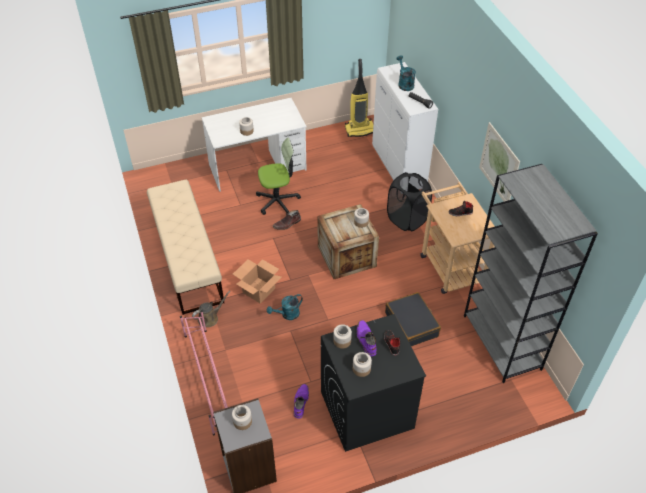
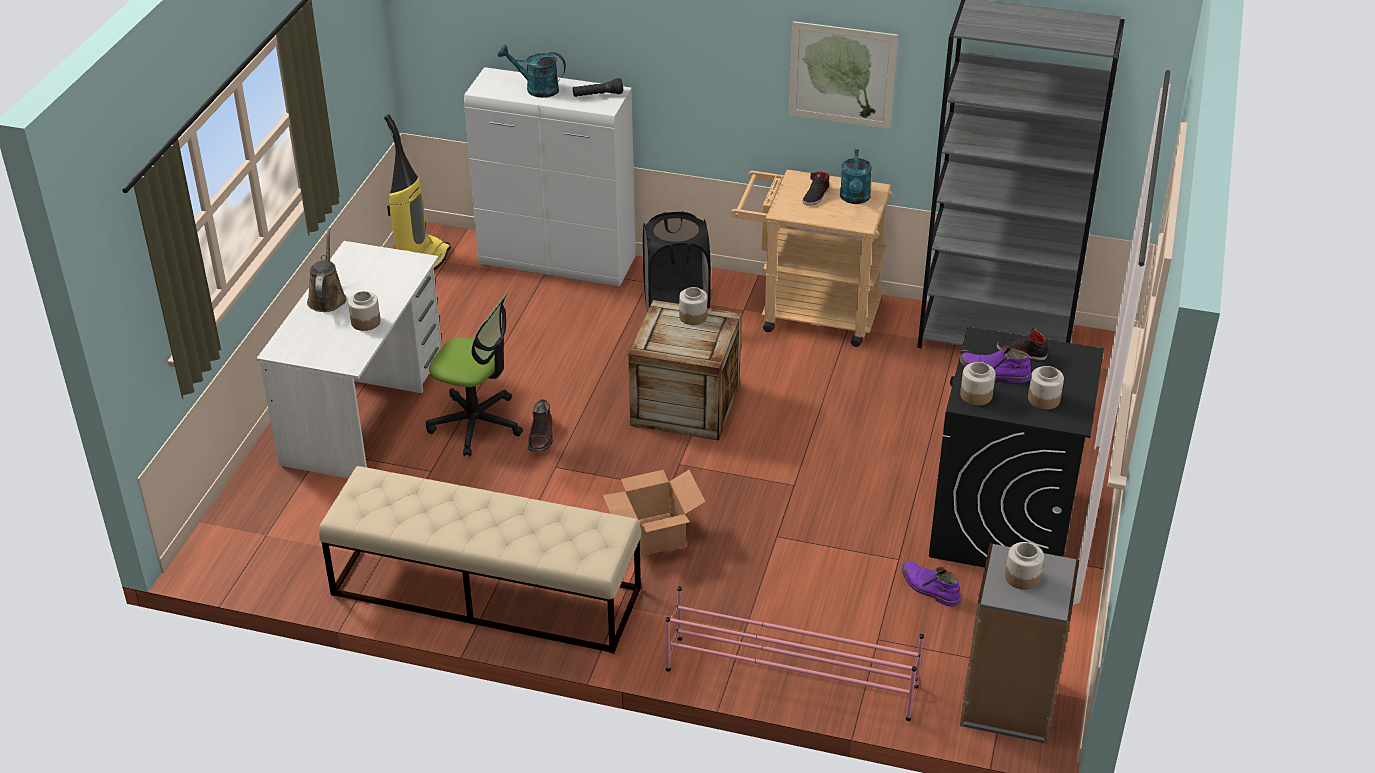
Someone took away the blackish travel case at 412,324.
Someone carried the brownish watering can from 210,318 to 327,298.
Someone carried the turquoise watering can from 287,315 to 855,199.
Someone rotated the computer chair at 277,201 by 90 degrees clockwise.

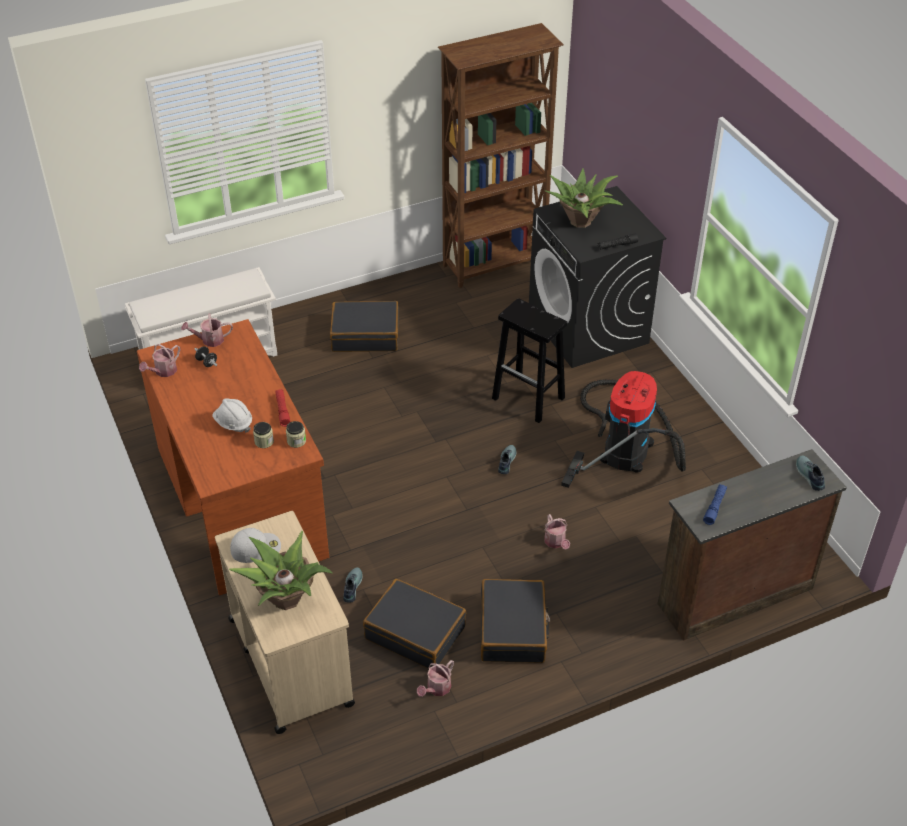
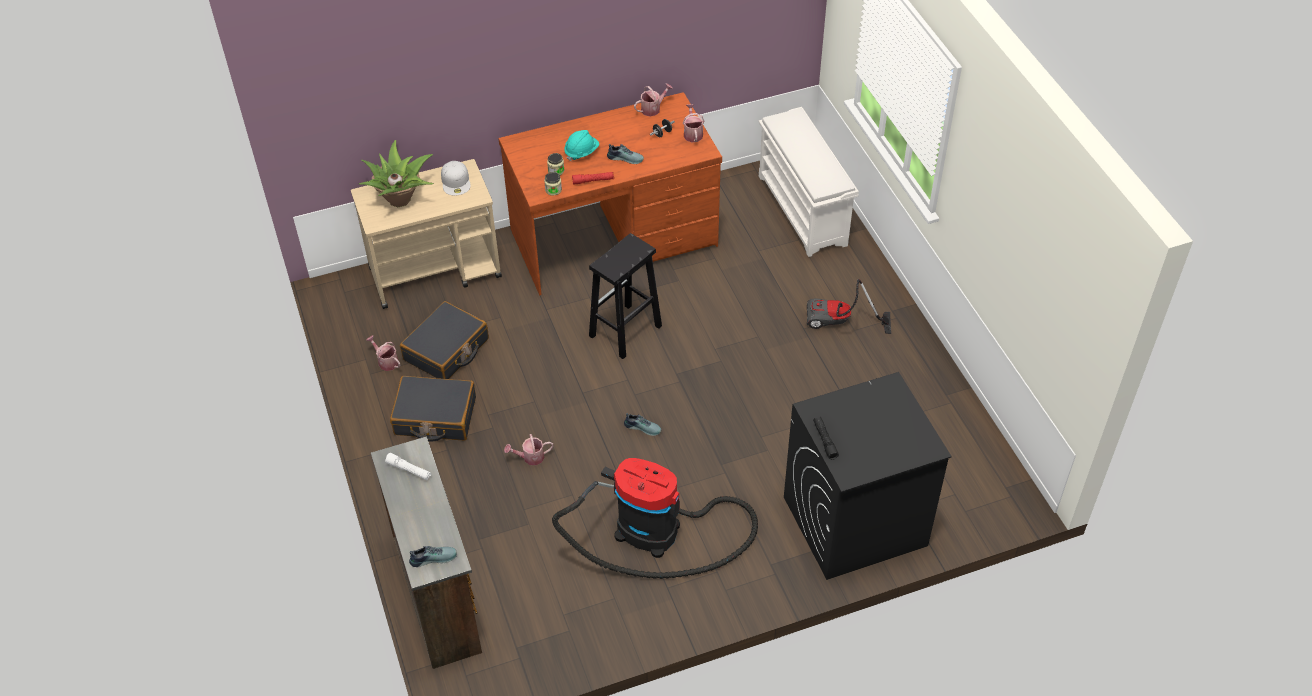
Someone took away the brownish bookcase at 495,264.
Someone took away the plant in a pot at 581,221.
Someone carried the low shoe from 351,587 to 625,158.
Someone carried the blackish stool from 529,399 to 624,332.
Someone swapped the blackish travel case at 365,335 for the vacuum cleaner at 840,323.
Someone repainted the whitish safety helmet at 233,423, which became the turquoise safety helmet at 581,152.
Someone repainted the bluish flashlight at 715,507, which became the whitish flashlight at 409,470.
Someone rotated the watering can at 163,371 by 105 degrees clockwise.

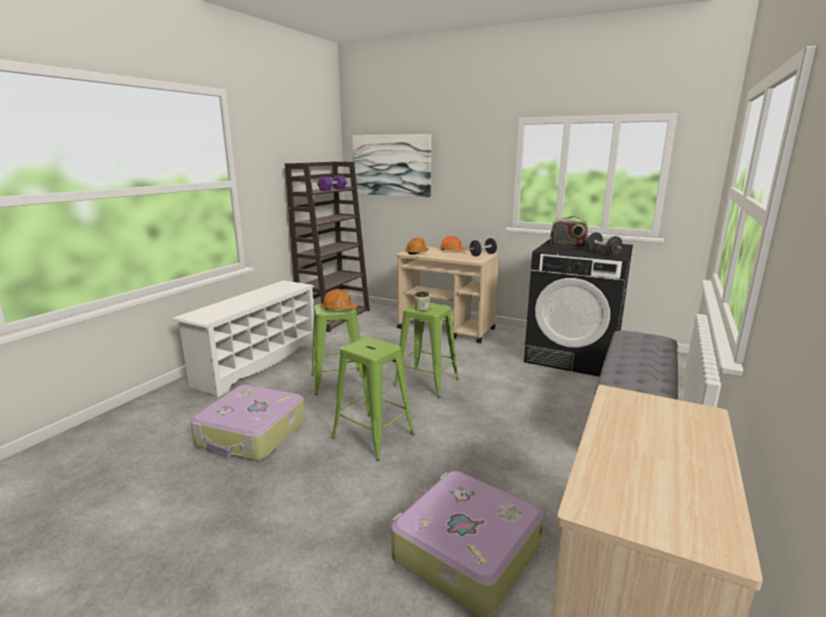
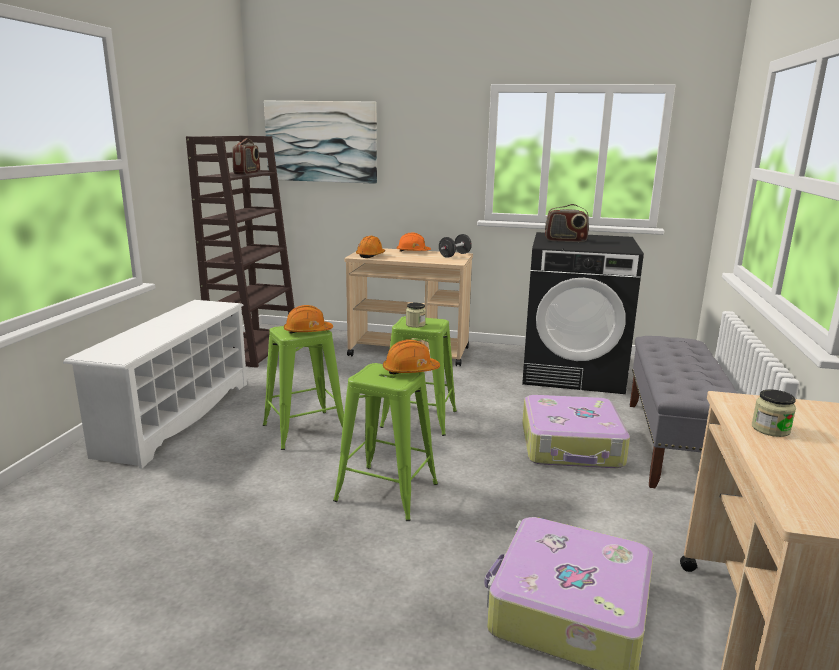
Someone took away the blackish free weight at 602,253.
Someone put down the orangey safety helmet at 410,371.
Someone put down the preserve jar at 770,429.
Someone carried the travel case from 252,434 to 571,446.
Someone swapped the purplish free weight at 332,189 for the radio receiver at 247,173.

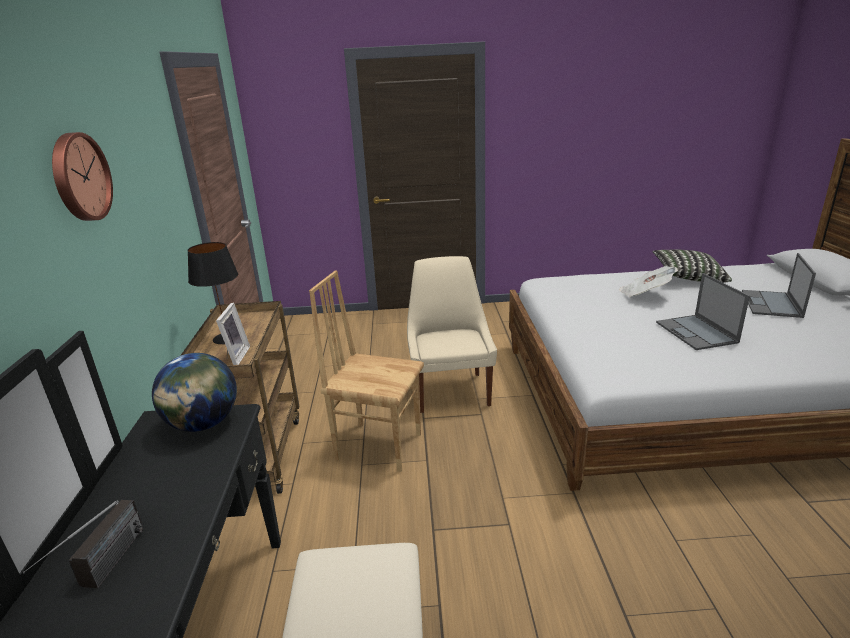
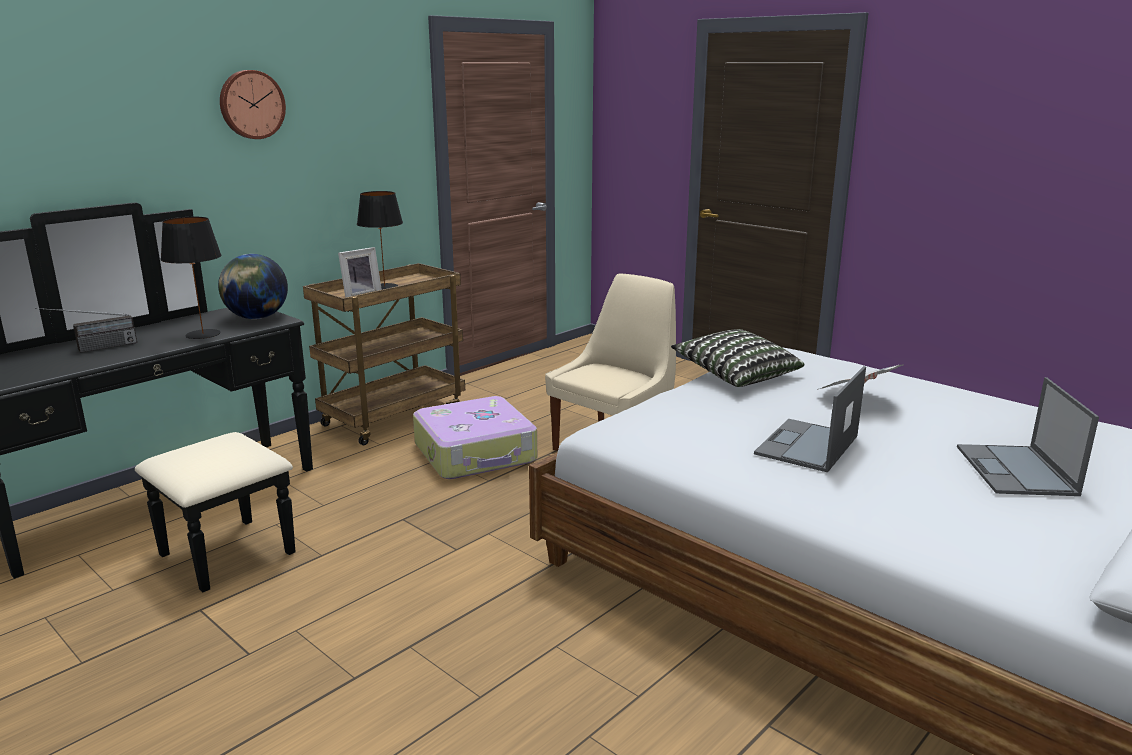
Someone put down the blackish table lamp at 203,334.
Someone carried the cushion from 687,277 to 736,375.
Someone swapped the brownish upright chair at 379,445 for the travel case at 476,453.
Someone rotated the laptop at 771,304 by 60 degrees counterclockwise.

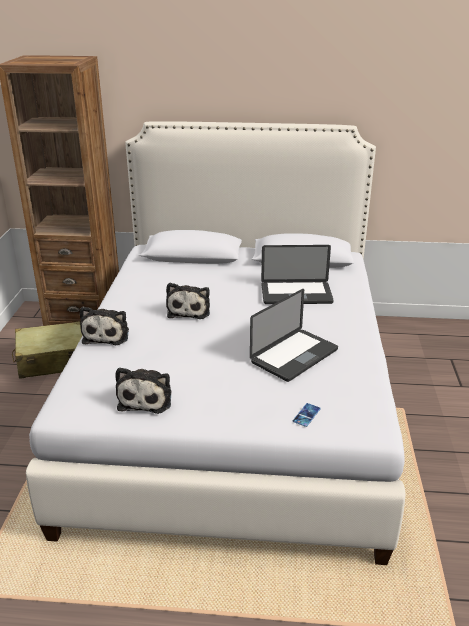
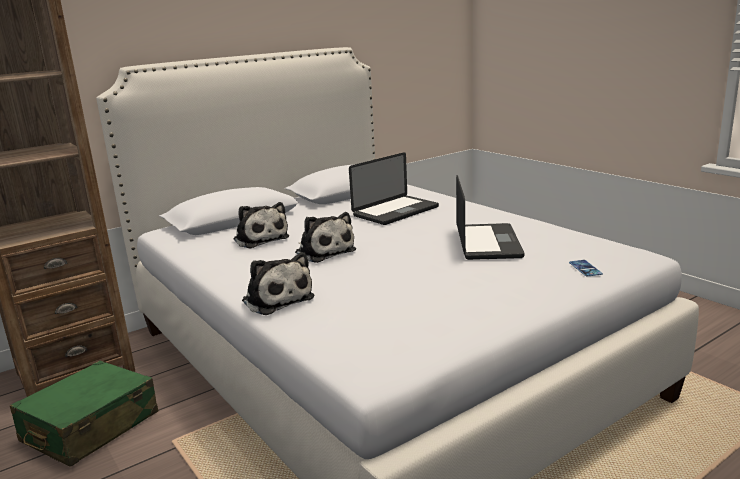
Someone carried the plush toy from 146,398 to 260,238.
Someone repainted the beige-coloured travel case at 52,360, which became the green travel case at 90,428.

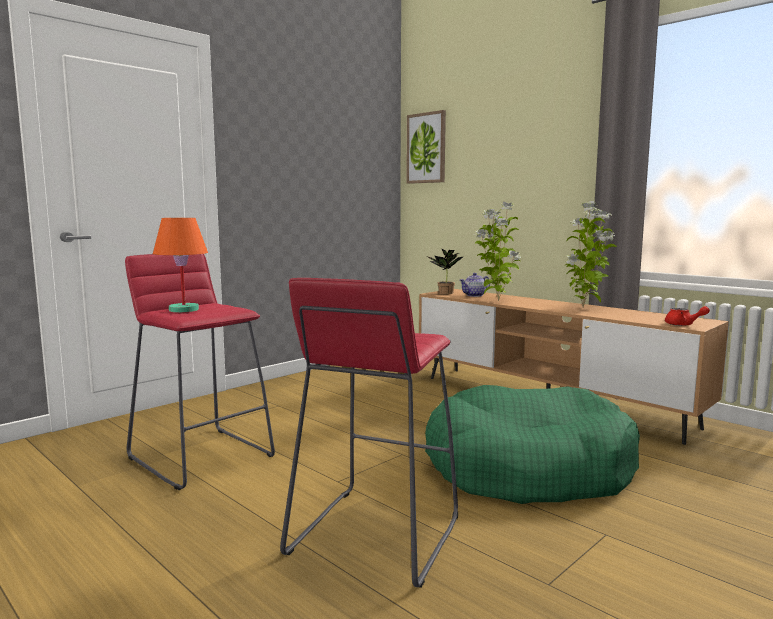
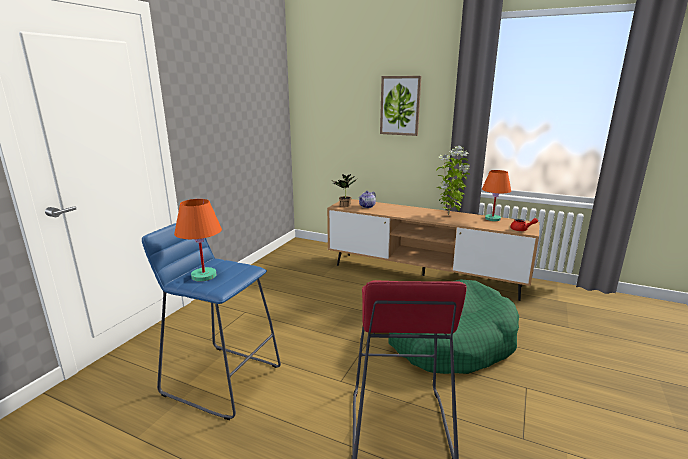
Someone took away the plant in a pot at 496,300.
Someone put down the orangey table lamp at 493,219.
Someone carried the wall picture from 426,148 to 400,105.
Someone repainted the red-coloured stool at 202,456, which became the bluish stool at 222,379.

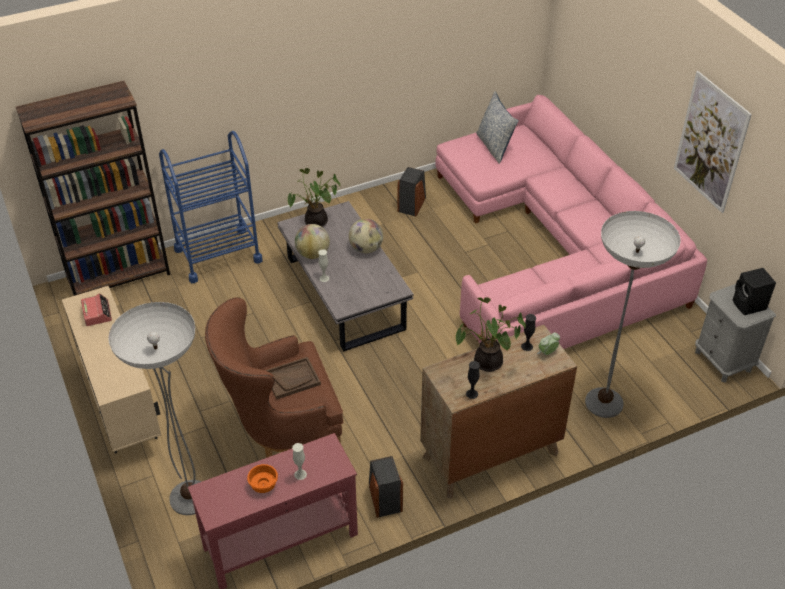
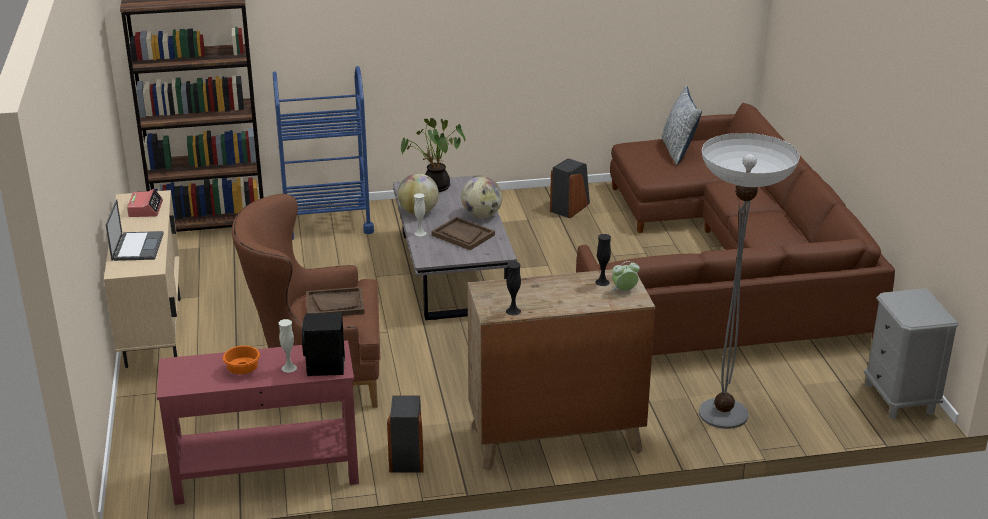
Someone took away the floor lamp at 190,498.
Someone took away the plant in a pot at 486,364.
Someone took away the wall picture at 710,142.
Someone put down the laptop at 137,246.
Someone put down the brownish carrying tray at 463,235.
Someone carried the blackish audio speaker from 749,306 to 325,367.
Someone repainted the pinkish sofa at 554,250, which became the brownish sofa at 725,268.

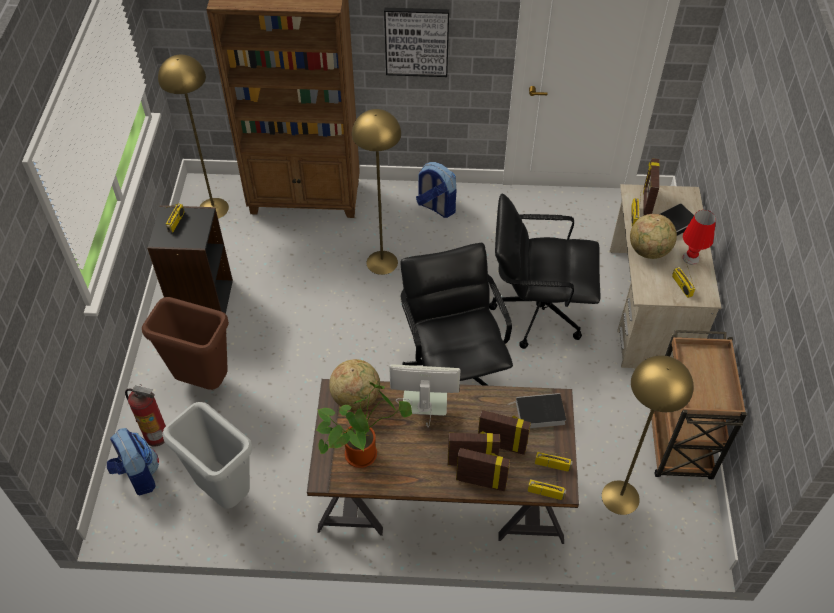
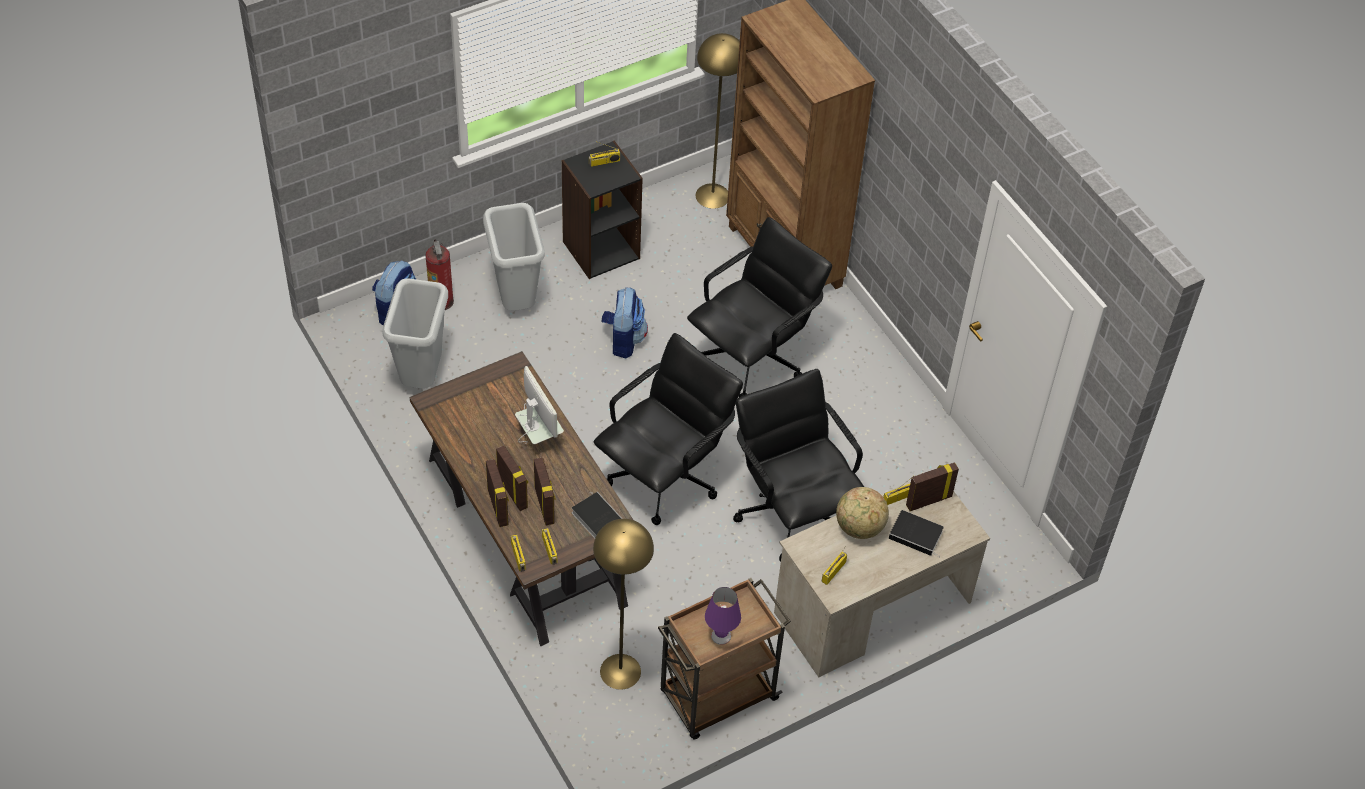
Someone took away the plant in a pot at 363,451.
Someone took away the world globe at 356,398.
Someone took away the wall picture at 416,41.
Someone took away the red-coloured table lamp at 691,258.
Someone put down the purplish table lamp at 720,635.
Someone carried the rucksack from 436,207 to 623,339.
Someone swapped the yellowish floor lamp at 382,262 for the blackish computer chair at 753,358.
Someone repainted the brownish waste bin at 202,382, which became the gray waste bin at 515,301.

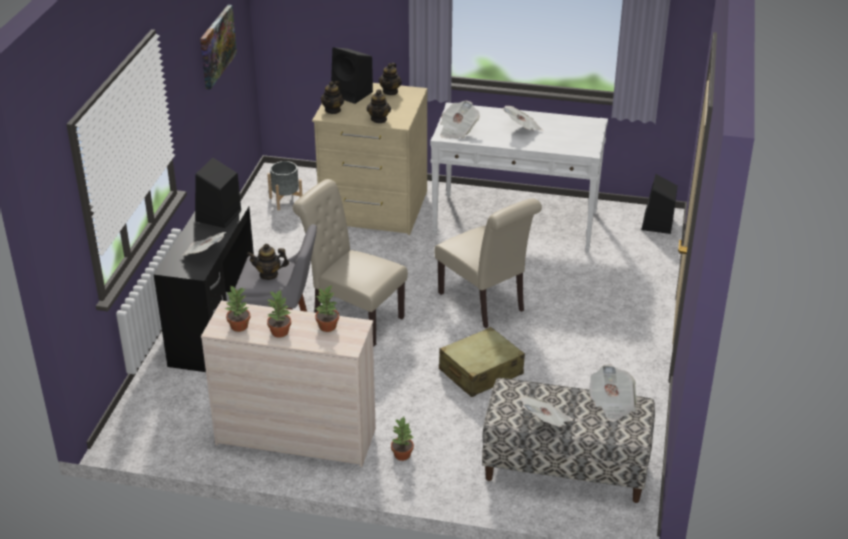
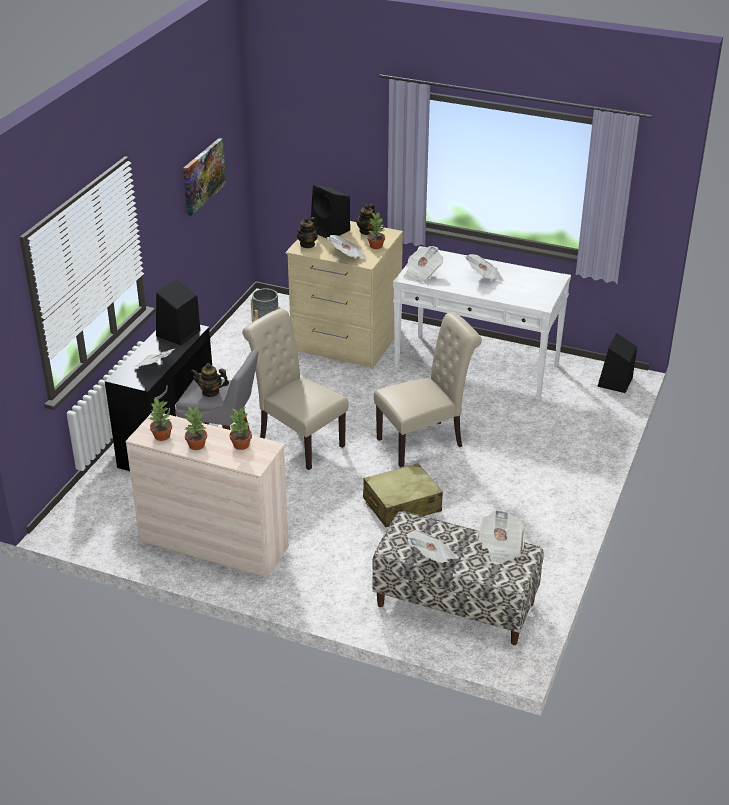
Someone carried the plant in a pot from 402,454 to 376,246.
Someone swapped the pot for tea at 379,119 for the printed paper at 347,256.
Someone rotated the beige-coloured upright chair at 485,304 by 90 degrees counterclockwise.

